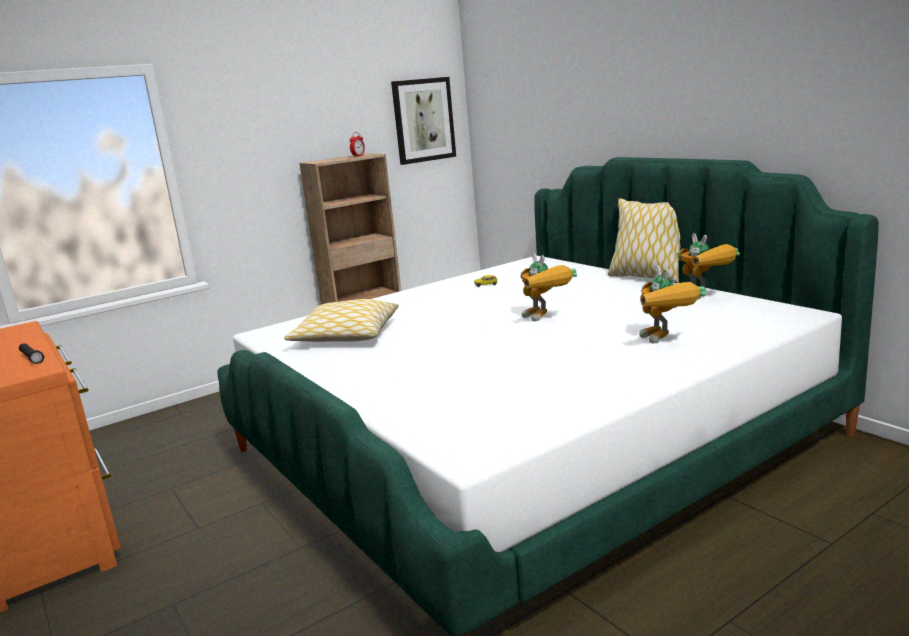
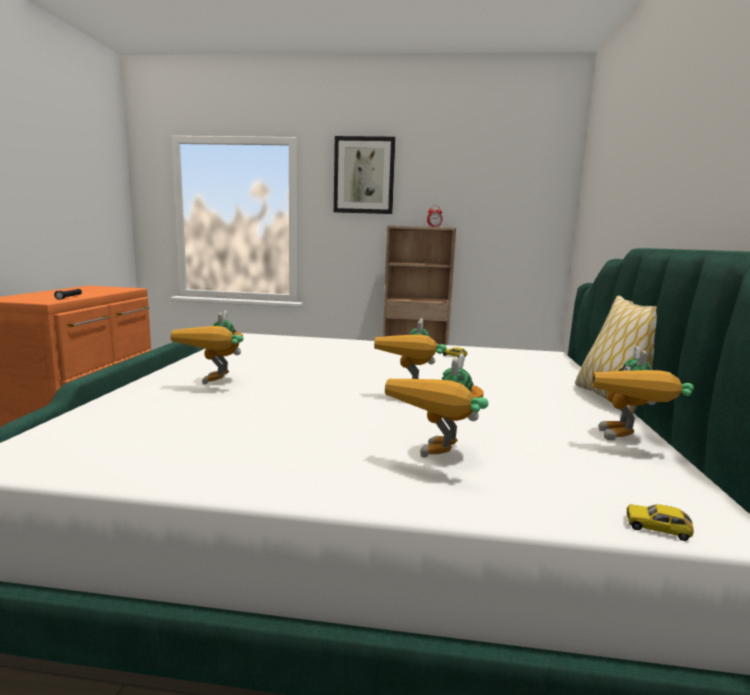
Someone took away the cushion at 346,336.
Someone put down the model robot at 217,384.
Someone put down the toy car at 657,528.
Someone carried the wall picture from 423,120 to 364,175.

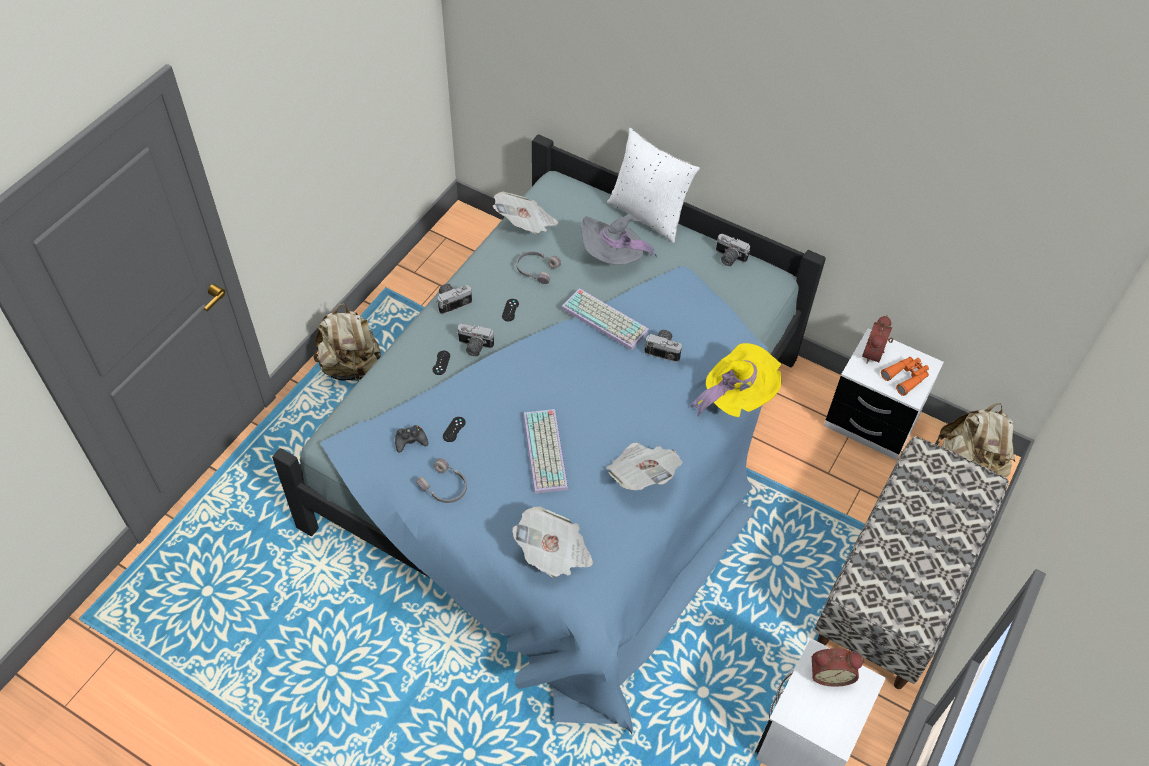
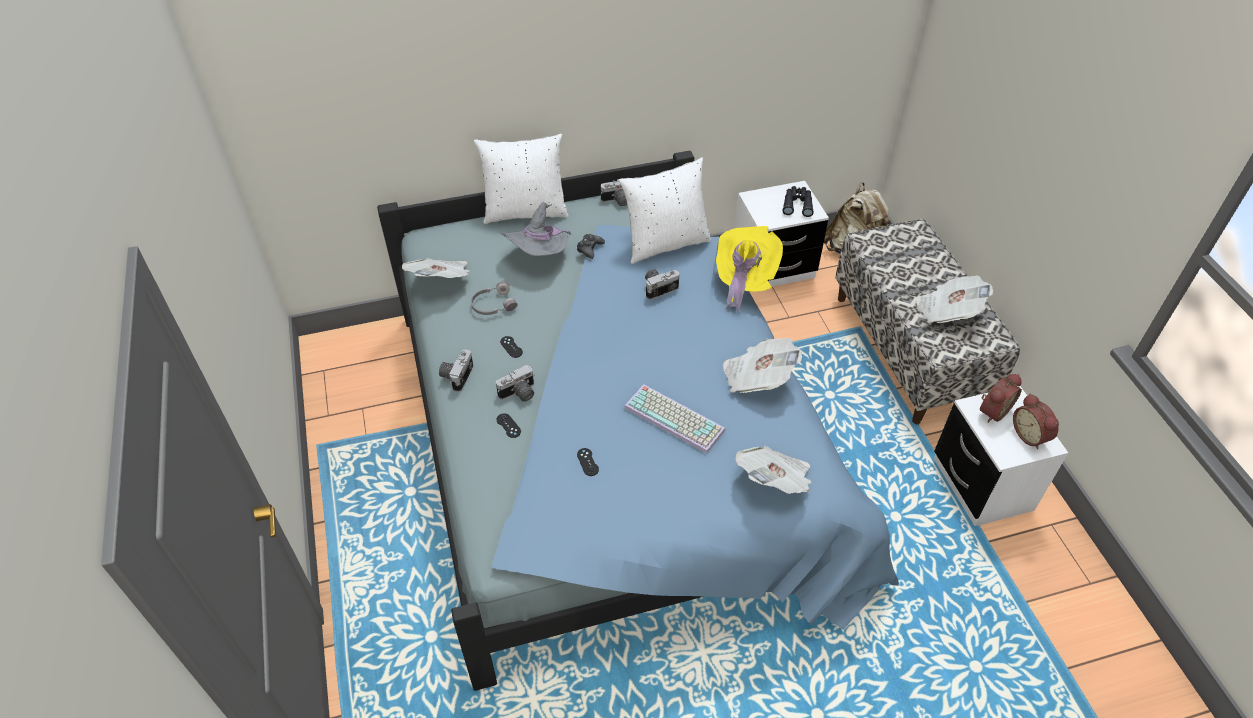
Someone took away the beige-coloured rucksack at 351,367.
Someone took away the gray pair of headphones at 444,487.
Someone took away the PC keyboard at 606,319.
Someone put down the whitish cushion at 665,243.
Someone put down the printed paper at 948,311.
Someone carried the blackish game controller from 410,441 to 589,248.
Someone carried the table clock from 875,354 to 1030,435.
Someone repainted the orangey pair of binoculars at 906,377, which became the blackish pair of binoculars at 797,204.

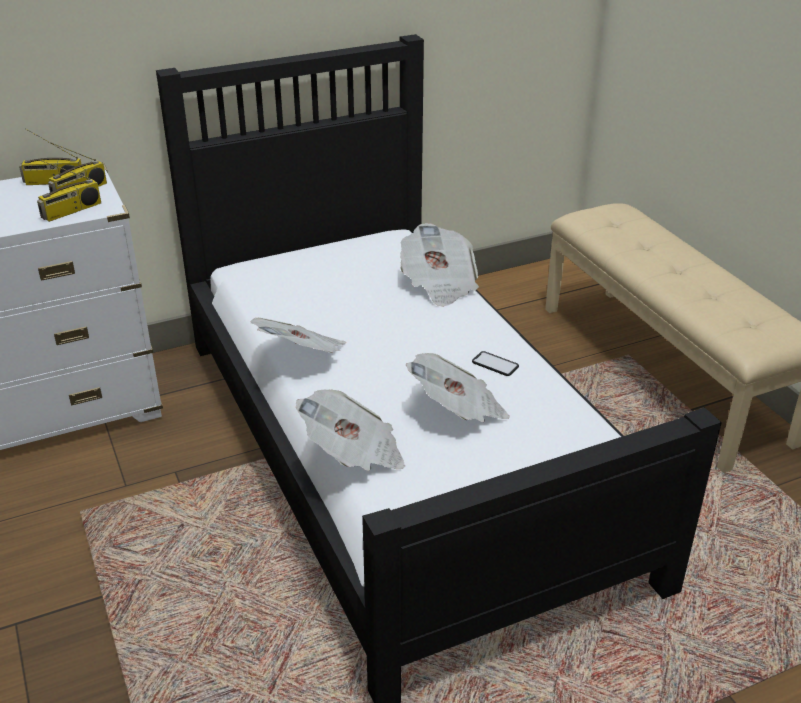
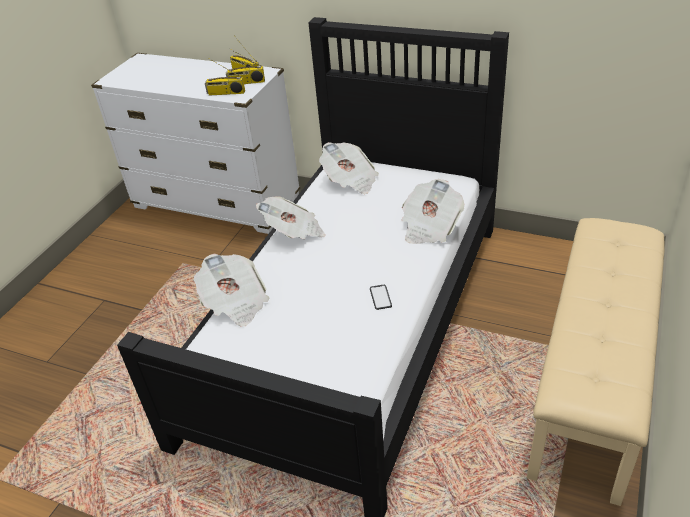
Someone carried the printed paper from 458,410 to 350,181.

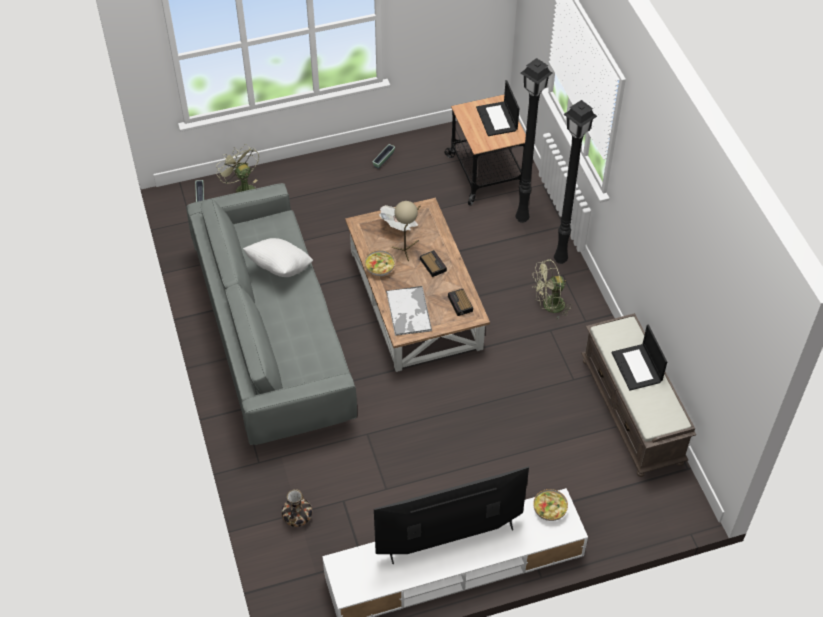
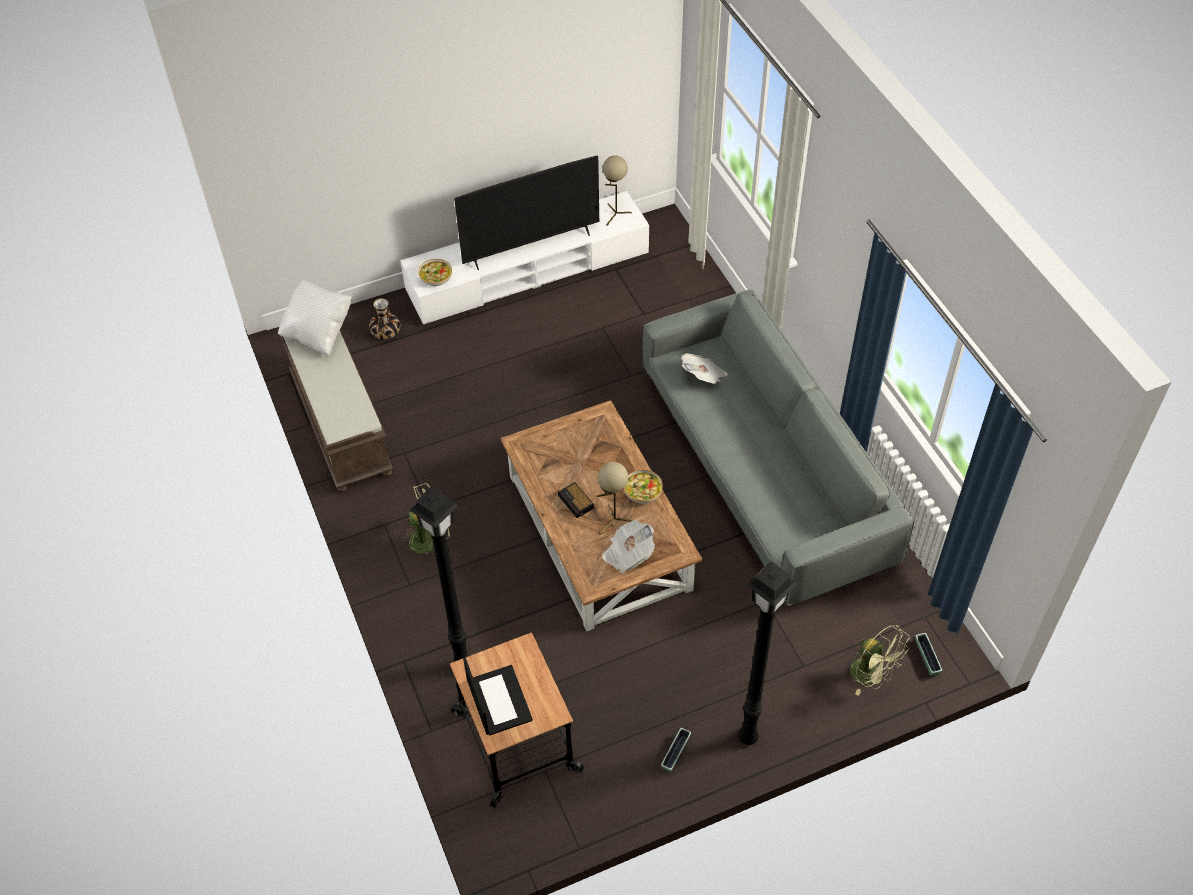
Someone took away the carrying tray at 409,312.
Someone took away the table clock at 460,304.
Someone took away the laptop at 637,367.
Someone put down the beige-coloured table lamp at 615,215.
Someone put down the printed paper at 703,376.
Someone carried the whitish cushion from 280,269 to 319,332.
Someone carried the decorative vase from 297,516 to 386,331.
Someone carried the blackish floor lamp from 561,259 to 746,737.

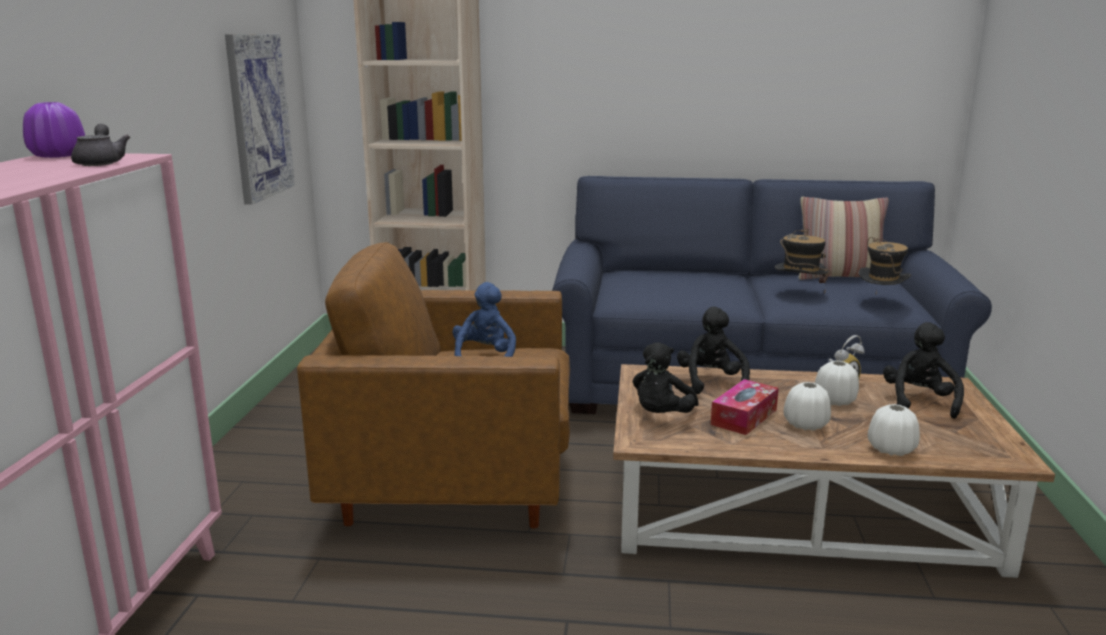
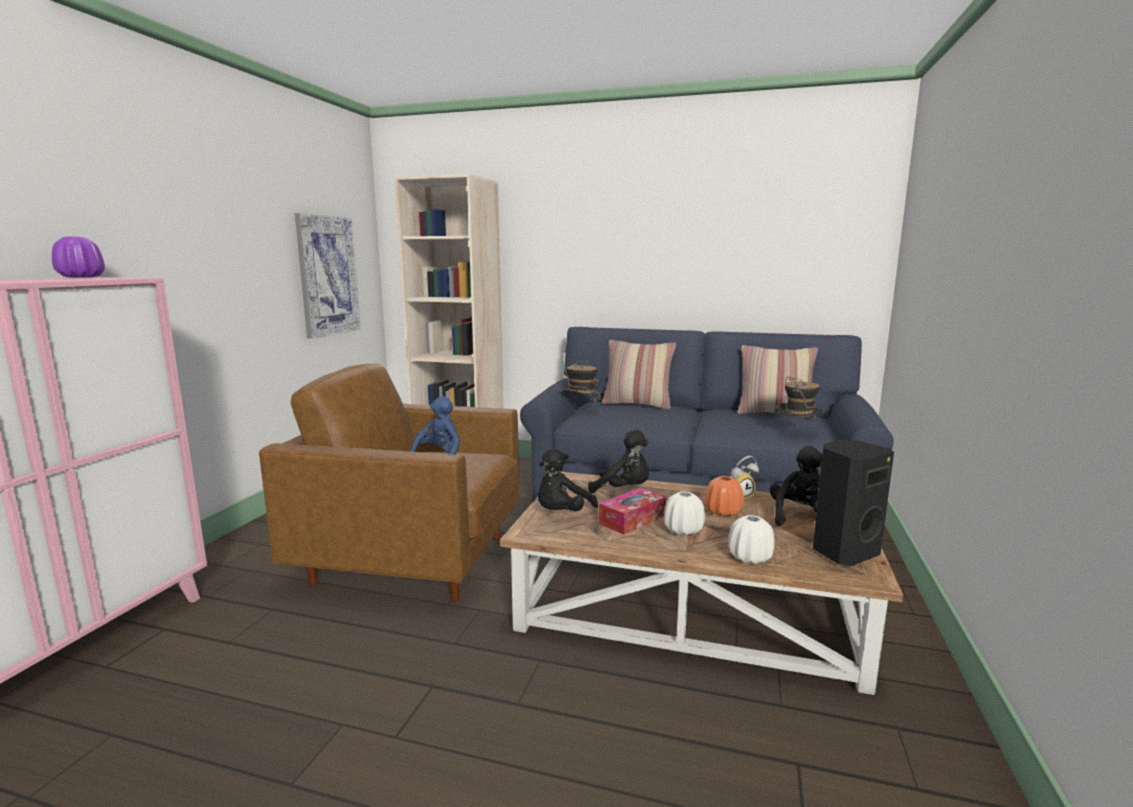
Someone took away the gray pot for tea at 101,162.
Someone put down the cushion at 637,404.
Someone put down the blackish audio speaker at 843,552.
Someone carried the clothing hat from 799,293 to 581,410.
Someone repainted the whitish decorative vase at 835,401, which became the orangey decorative vase at 723,512.
Someone rotated the blackish plush toy at 711,382 by 105 degrees clockwise.

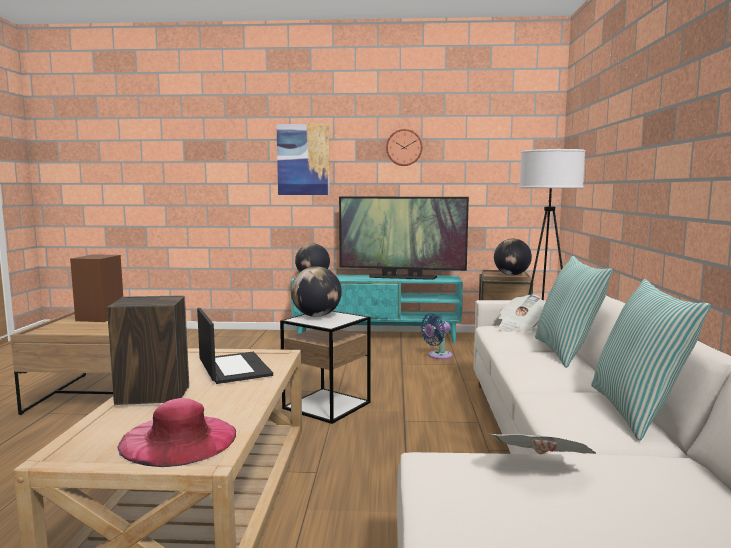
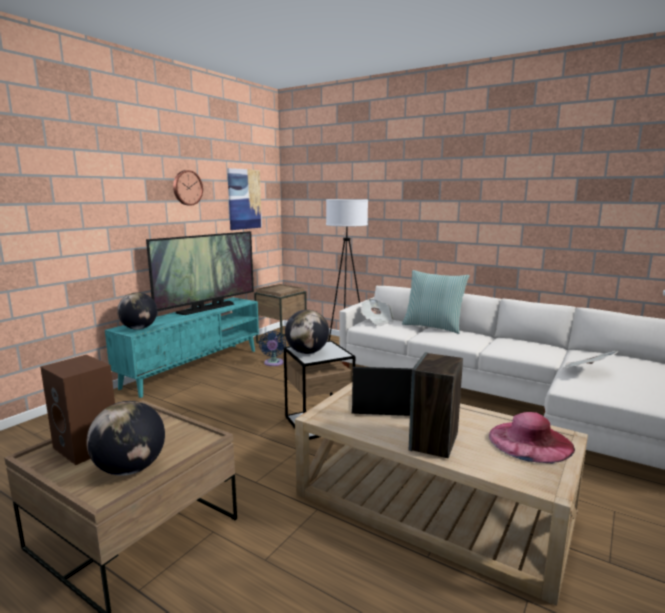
Someone took away the cushion at 637,412.
Someone carried the wall picture from 303,159 to 244,199.
Someone carried the world globe from 511,275 to 130,469.

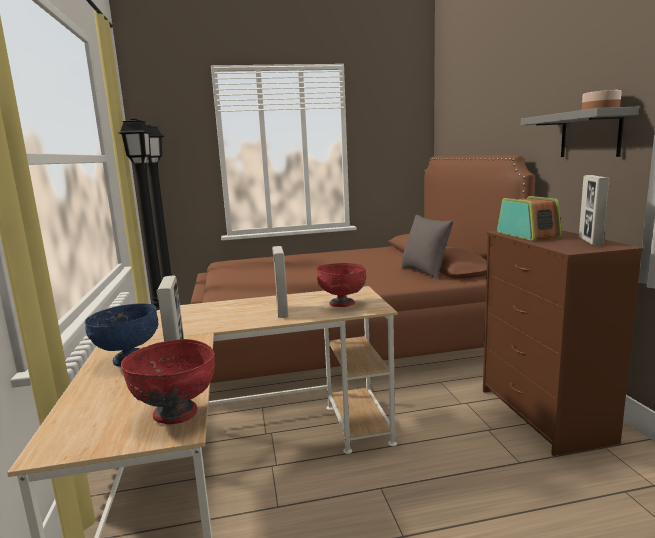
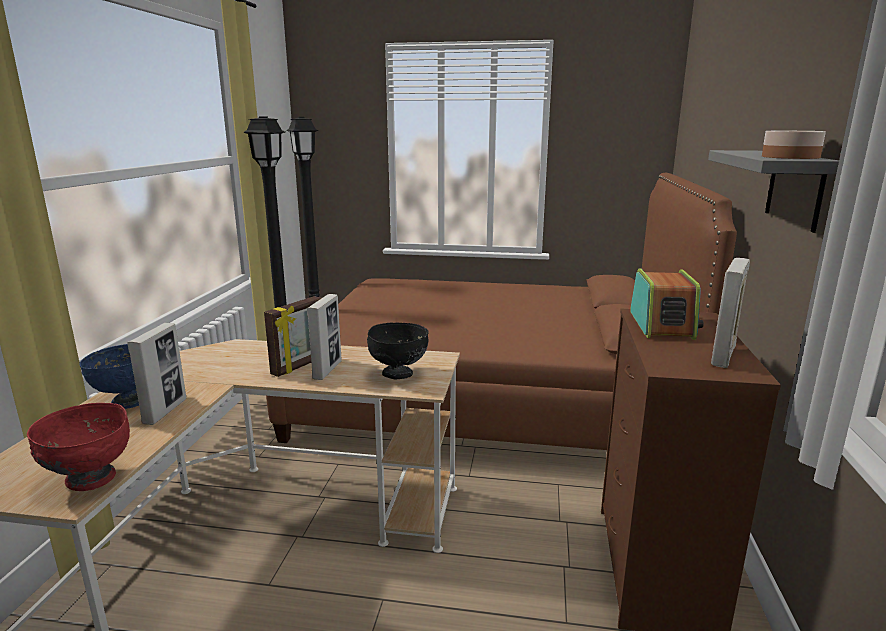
Someone took away the gray cushion at 425,272.
Someone put down the picture frame at 300,366.
Someone repainted the red-coloured bowl at 343,304, which became the blackish bowl at 398,374.

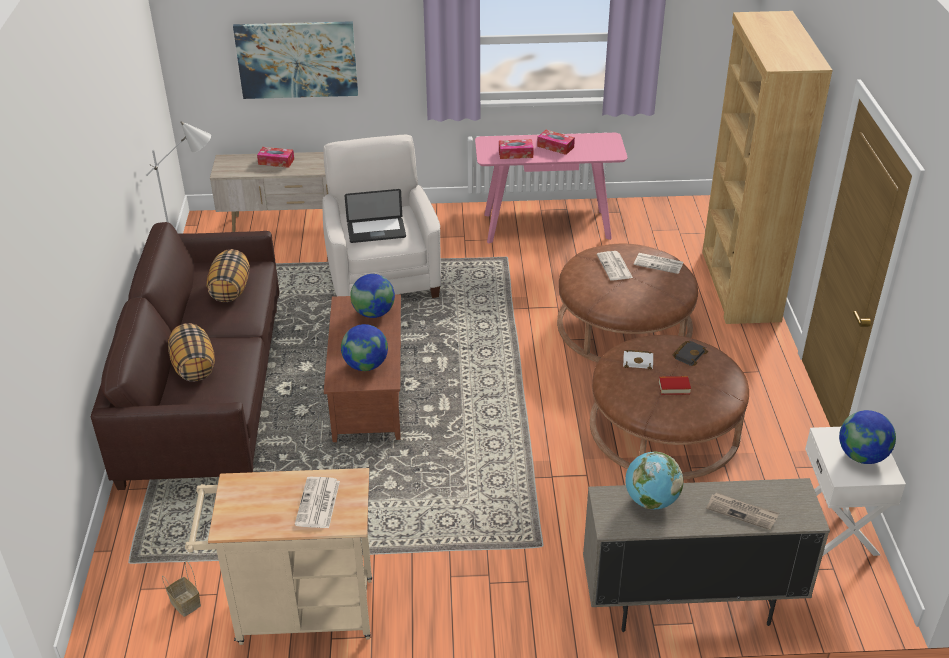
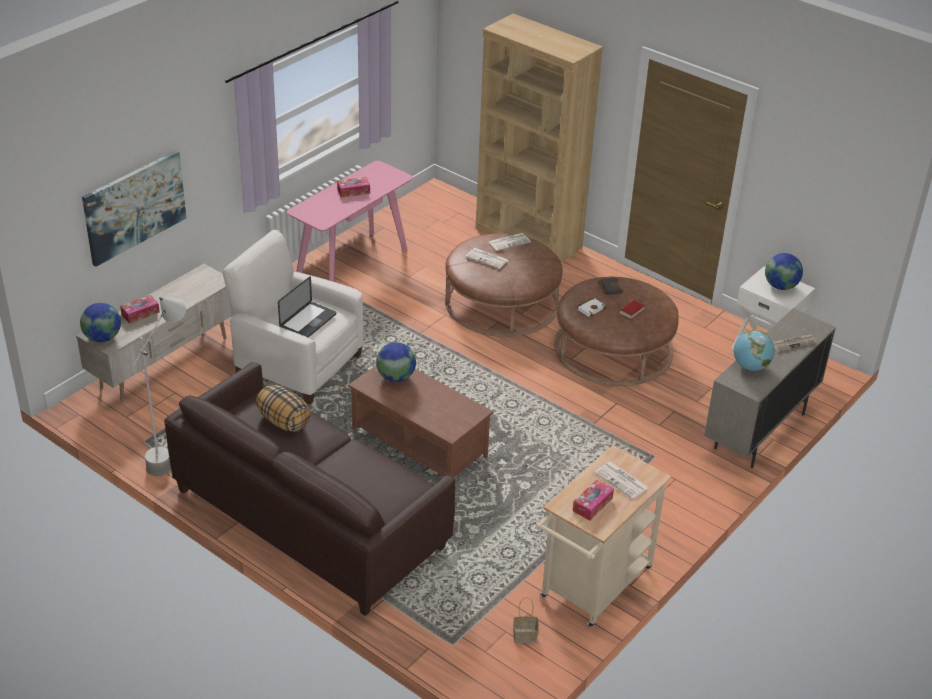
Someone took away the cushion at 193,367.
Someone carried the world globe from 366,365 to 103,338.
Someone carried the tissue holder from 515,154 to 592,504.

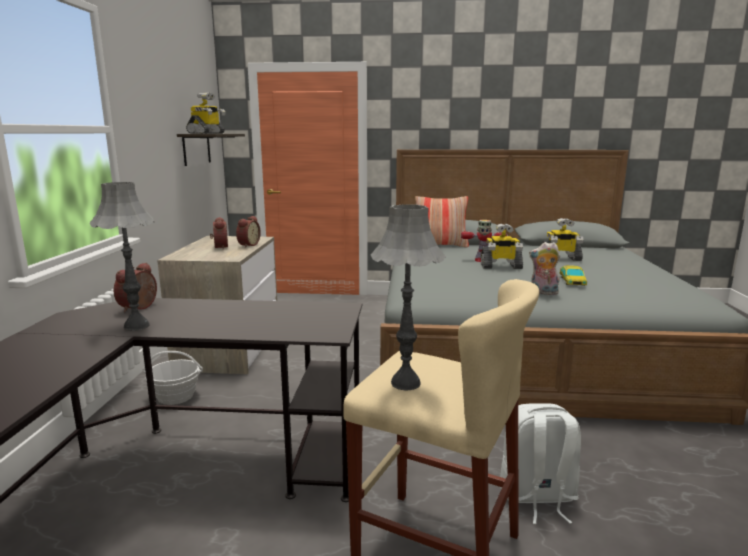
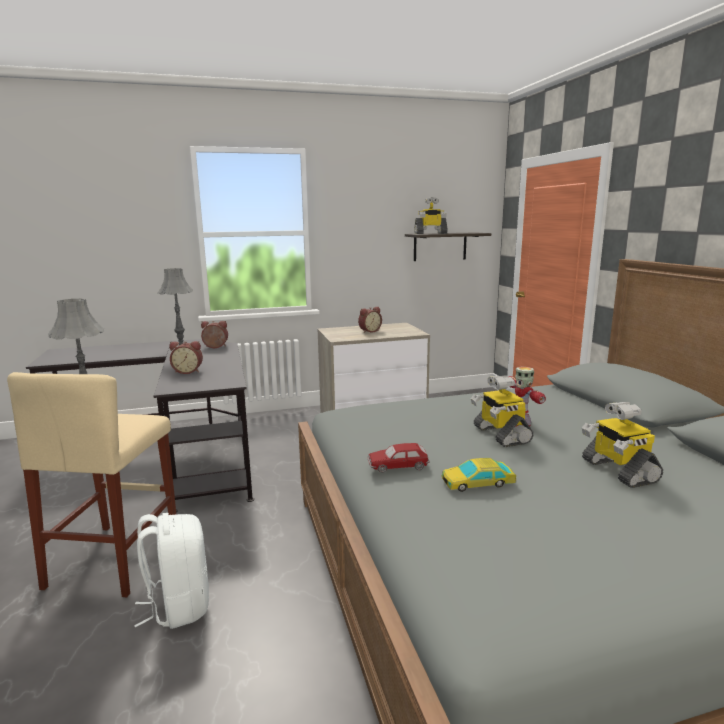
Someone took away the household basket at 176,396.
Someone took away the cushion at 440,245.
Someone carried the table clock from 247,245 to 188,371.
Someone swapped the plush toy at 543,293 for the toy car at 397,466.

